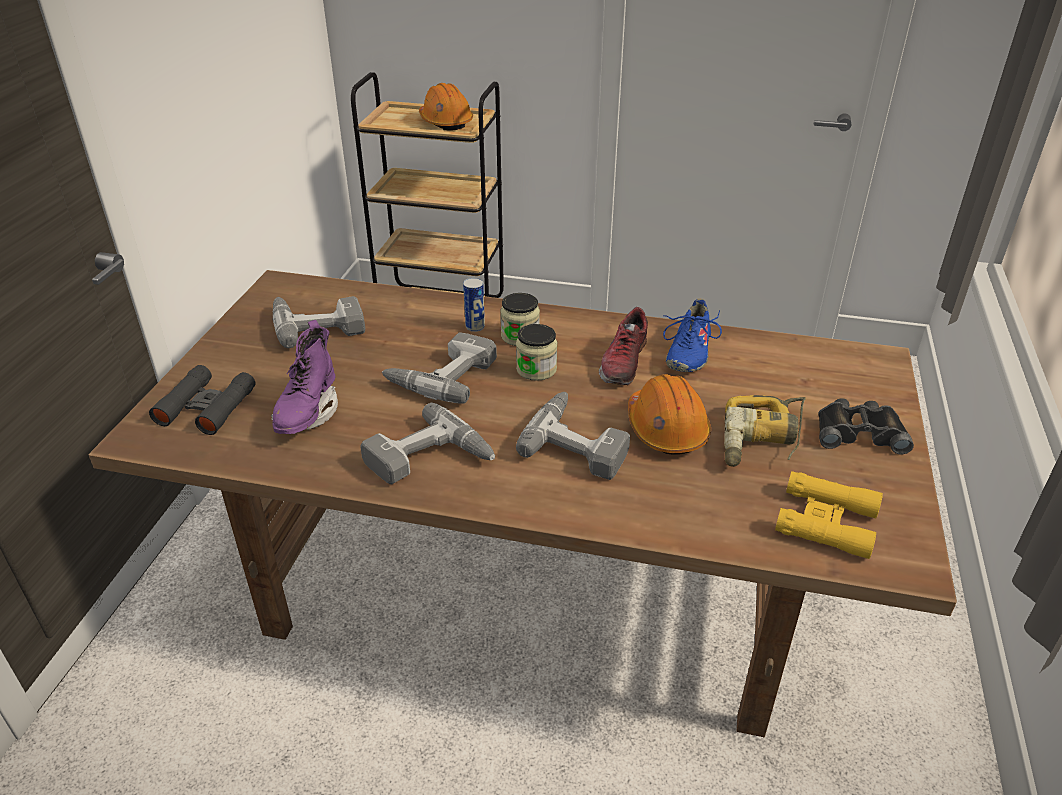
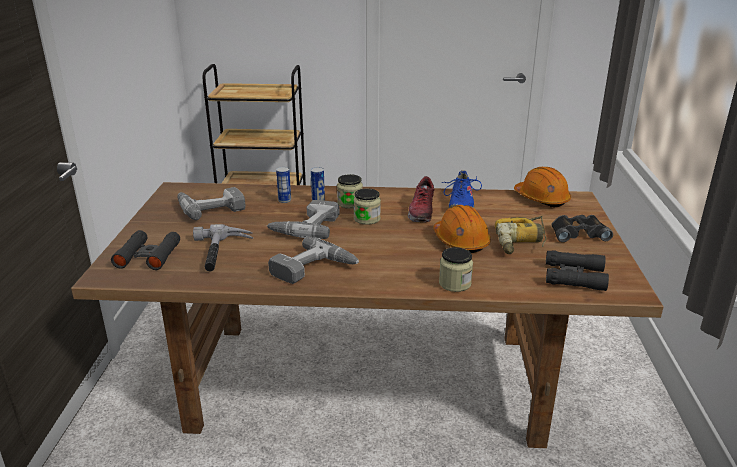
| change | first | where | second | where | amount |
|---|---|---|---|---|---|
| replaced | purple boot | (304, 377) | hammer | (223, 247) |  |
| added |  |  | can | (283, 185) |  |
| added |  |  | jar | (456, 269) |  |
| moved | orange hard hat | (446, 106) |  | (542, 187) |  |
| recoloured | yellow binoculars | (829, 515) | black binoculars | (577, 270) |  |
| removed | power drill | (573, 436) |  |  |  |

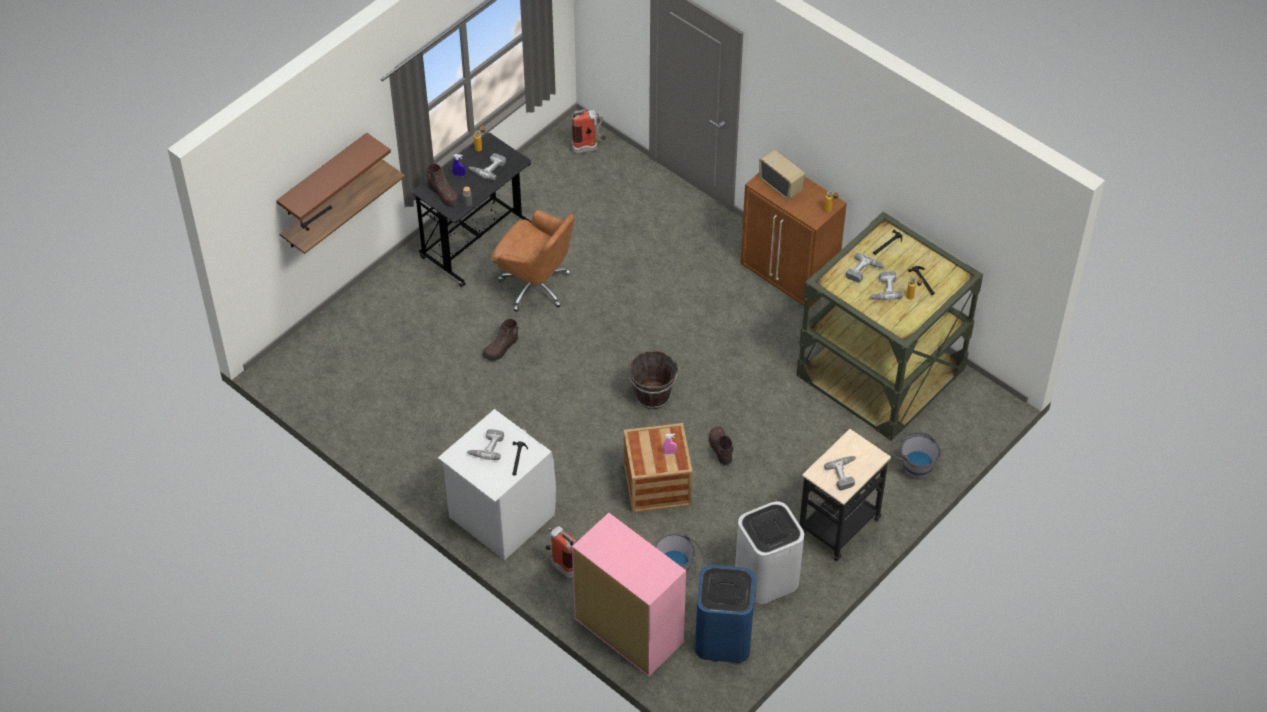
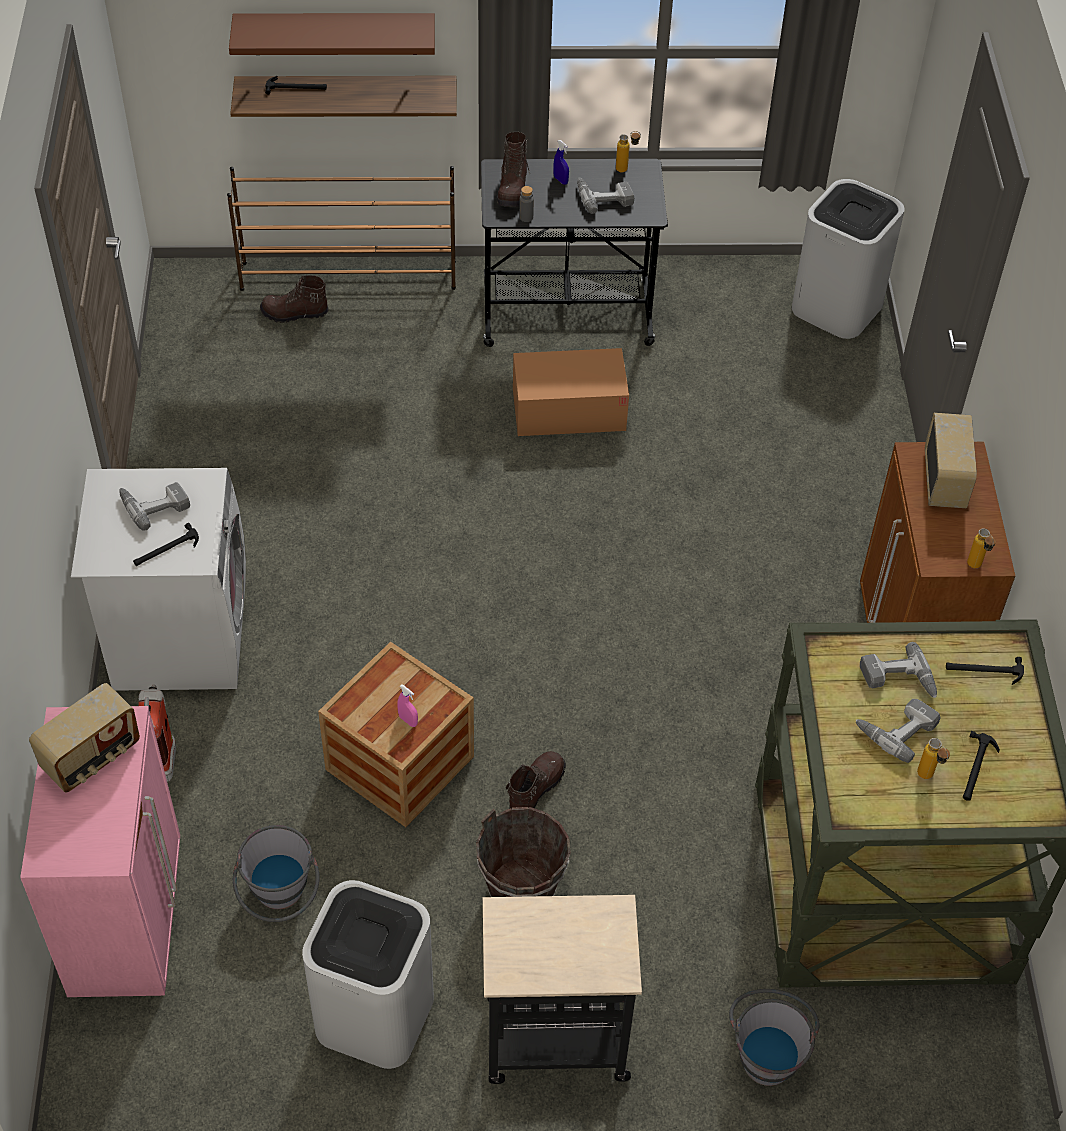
| change | first | where | second | where | amount |
|---|---|---|---|---|---|
| added |  |  | radio | (84, 738) |  |
| added |  |  | brown shoe rack | (341, 228) |  |
| moved | brown boot | (500, 340) |  | (294, 299) |  |
| moved | brown bucket | (653, 379) |  | (523, 852) |  |
| replaced | brown office chair | (533, 260) | cardboard box | (571, 392) |  |
| replaced | fire extinguisher | (589, 131) | white trash can | (848, 259) |  |
| removed | blue trash can | (725, 614) |  |  |  |
| removed | power drill | (840, 473) |  |  |  |

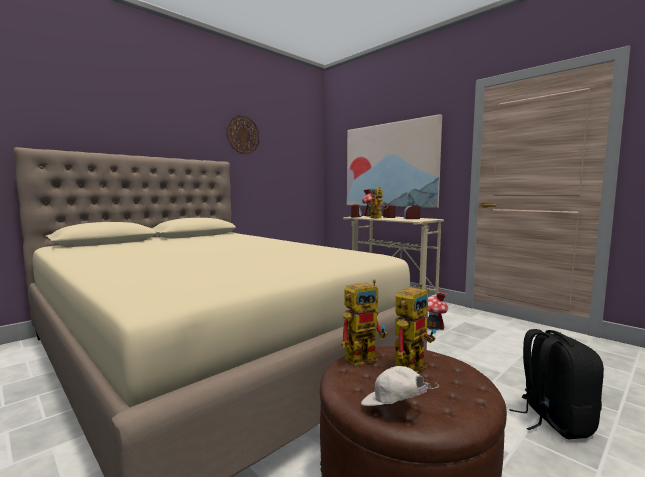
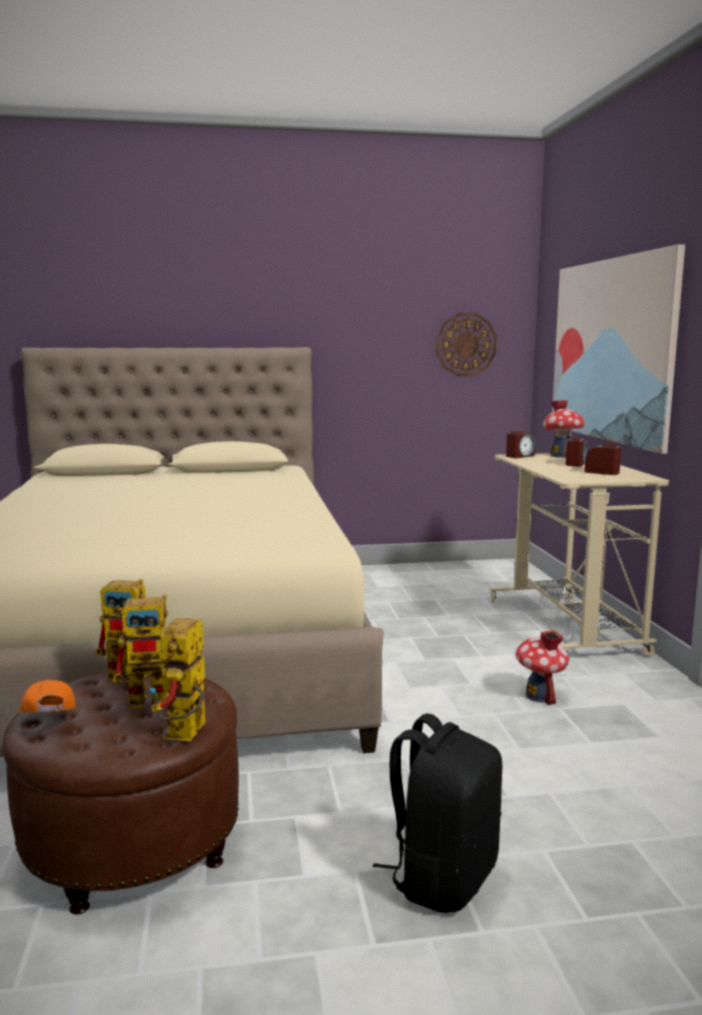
| change | first | where | second | where | amount |
|---|---|---|---|---|---|
| recoloured | white cap | (400, 386) | orange cap | (47, 696) |  |
| moved | toy robot | (379, 203) |  | (178, 679) |  |
| moved | wall clock | (243, 134) |  | (466, 344) |  |

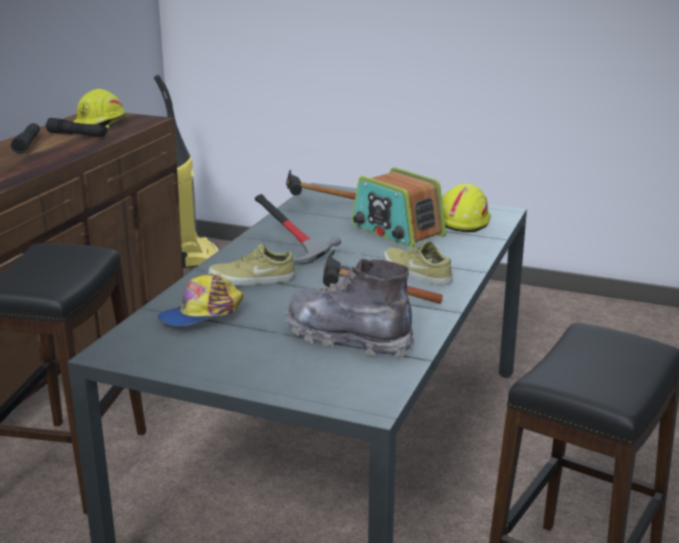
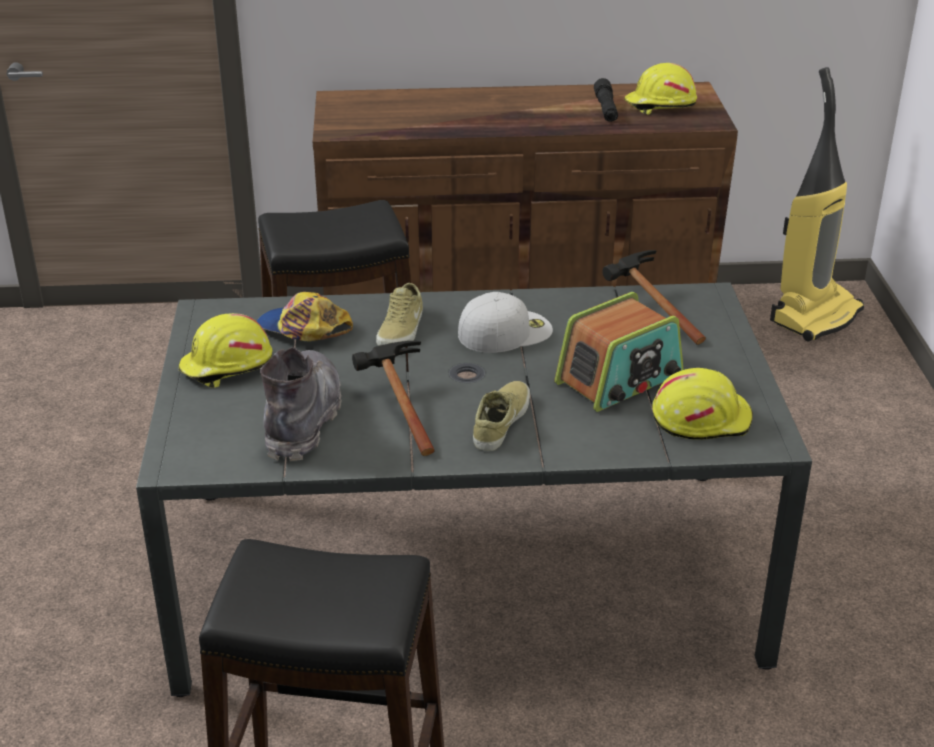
| change | first | where | second | where | amount |
|---|---|---|---|---|---|
| added |  |  | yellow hard hat | (226, 350) |  |
| turned | beige shoe | (252, 264) |  | (399, 314) | 135 degrees counterclockwise |
| replaced | hammer | (298, 229) | white cap | (505, 322) |  |
| turned | radio | (398, 207) |  | (618, 352) | 150 degrees counterclockwise |
| removed | black flashlight | (25, 138) |  |  |  |

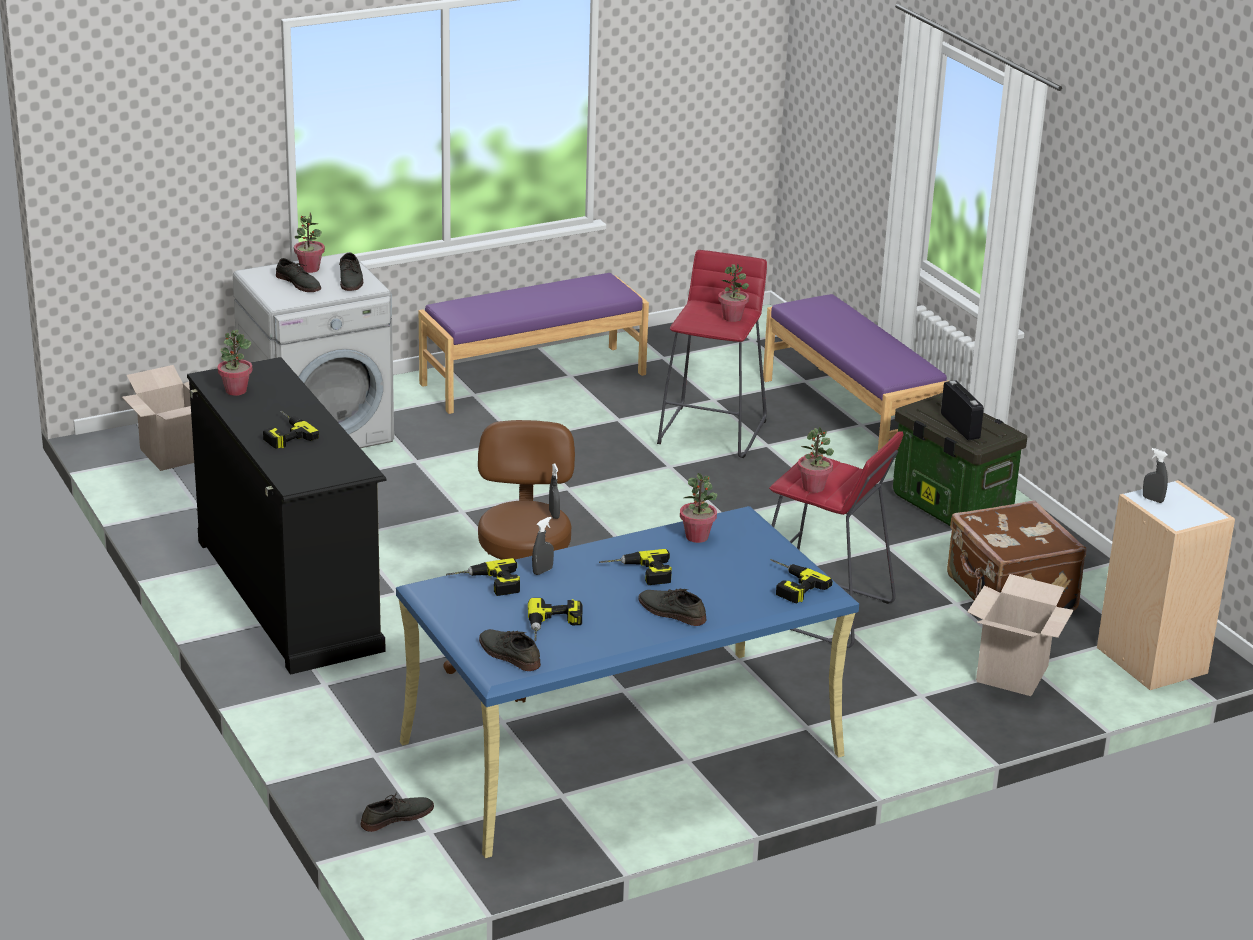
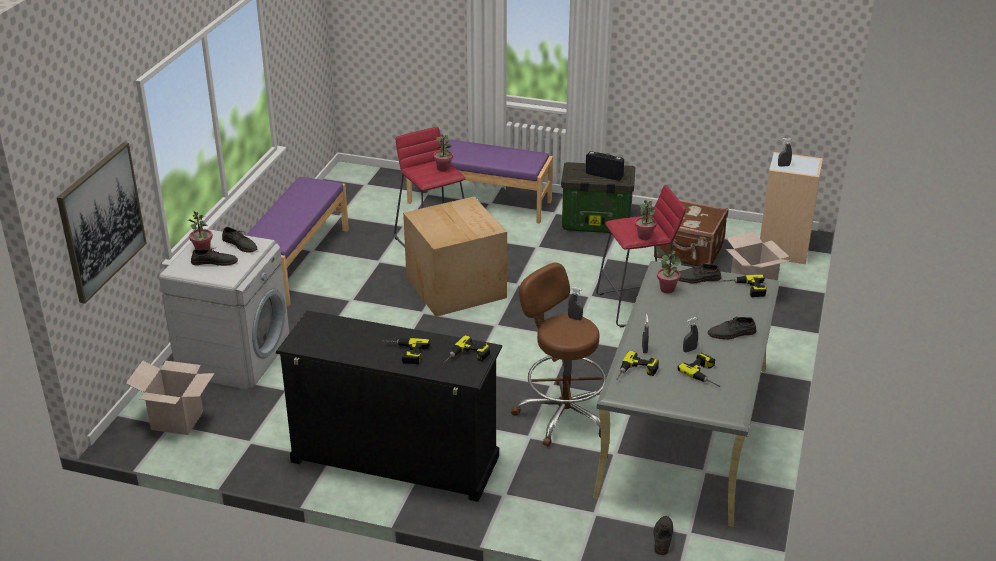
| change | first | where | second | where | amount |
|---|---|---|---|---|---|
| added |  |  | picture | (102, 223) |  |
| added |  |  | cardboard box | (455, 257) |  |
| moved | power drill | (635, 567) |  | (466, 349) |  |
| recoloured | blue desk | (627, 682) | grey desk | (686, 394) |  |
| moved | grey shoe | (510, 650) |  | (700, 273) |  |
| added |  |  | grey spray bottle | (690, 334) |  |
| removed | potted plant | (235, 363) |  |  |  |

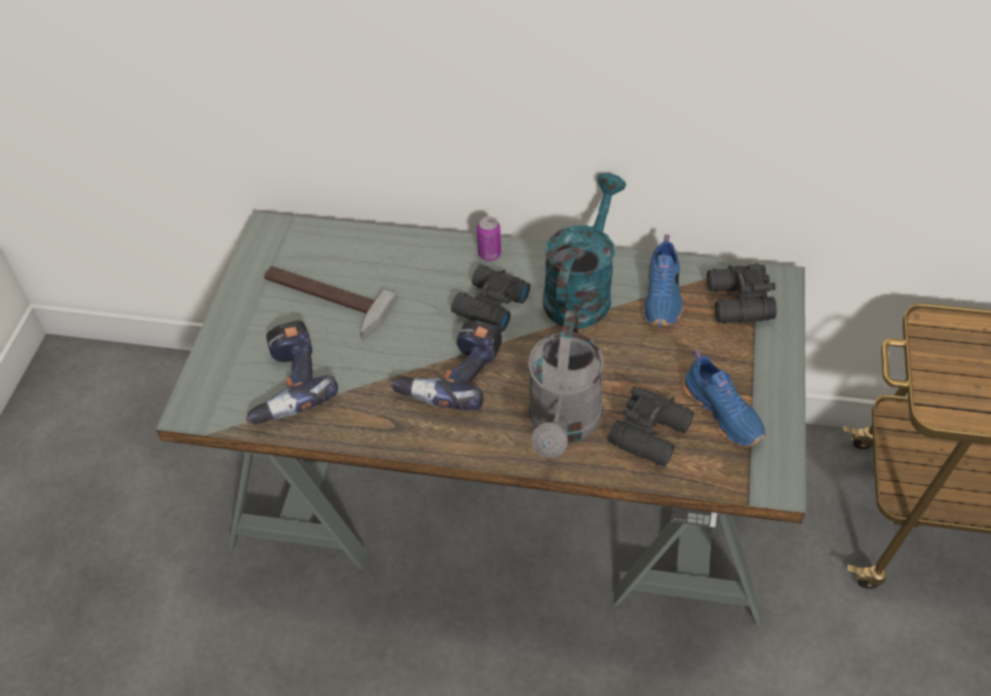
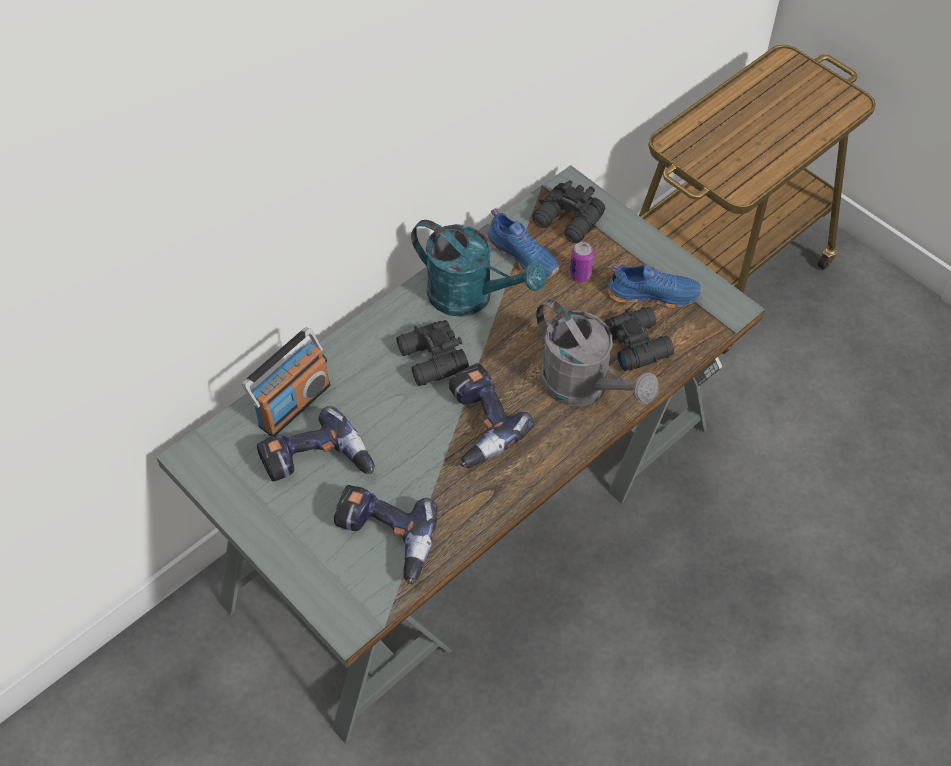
| change | first | where | second | where | amount |
|---|---|---|---|---|---|
| added |  |  | radio | (286, 382) |  |
| replaced | hammer | (331, 303) | power drill | (316, 444) |  |
| turned | turquoise watering can | (584, 250) |  | (478, 268) | 150 degrees clockwise |
| moved | can | (489, 238) |  | (582, 262) |  |

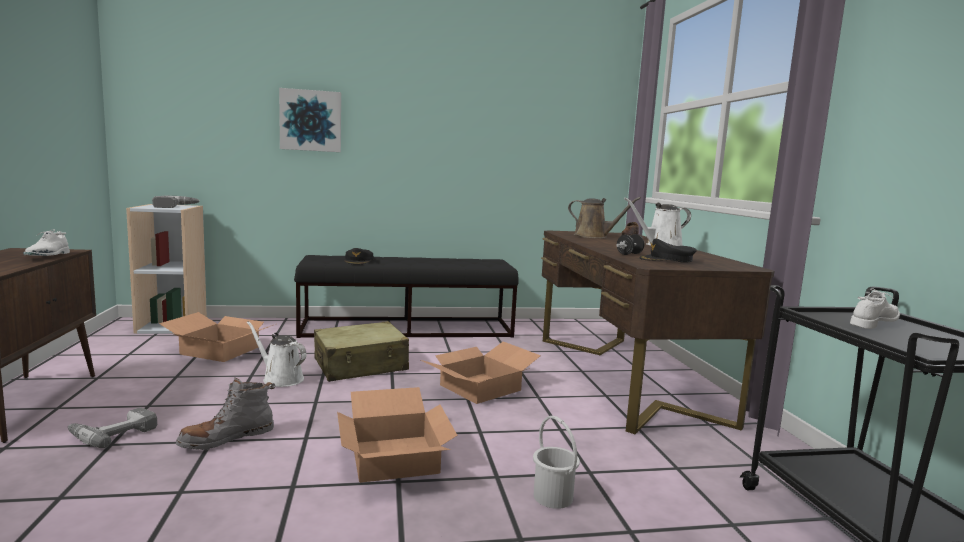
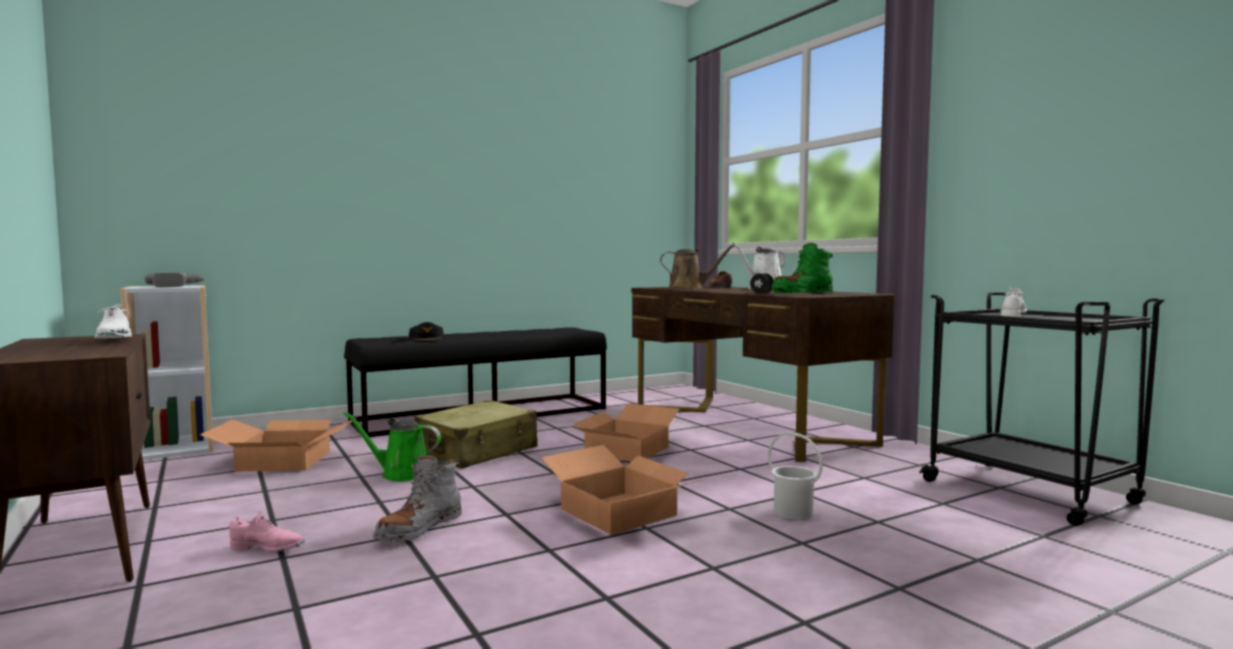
| change | first | where | second | where | amount |
|---|---|---|---|---|---|
| replaced | power drill | (112, 427) | pink shoe | (267, 531) |  |
| recoloured | white watering can | (277, 354) | green watering can | (392, 446) |  |
| replaced | black cap | (668, 250) | green boot | (802, 268) |  |
| removed | picture | (310, 120) |  |  |  |

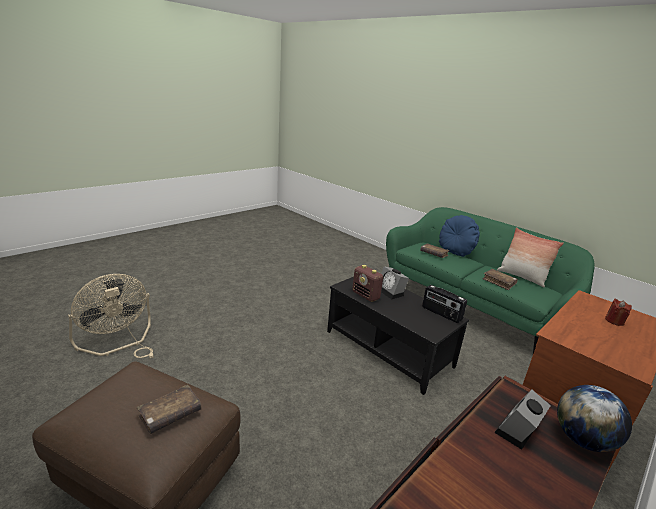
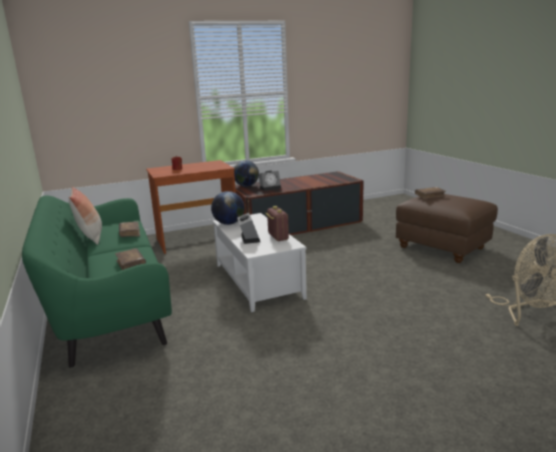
| change | first | where | second | where | amount |
|---|---|---|---|---|---|
| replaced | radio | (444, 304) | globe | (228, 208) |  |
| recoloured | black coffee table | (398, 336) | white coffee table | (260, 262) |  |
| removed | blue pillow | (459, 236) |  |  |  |

